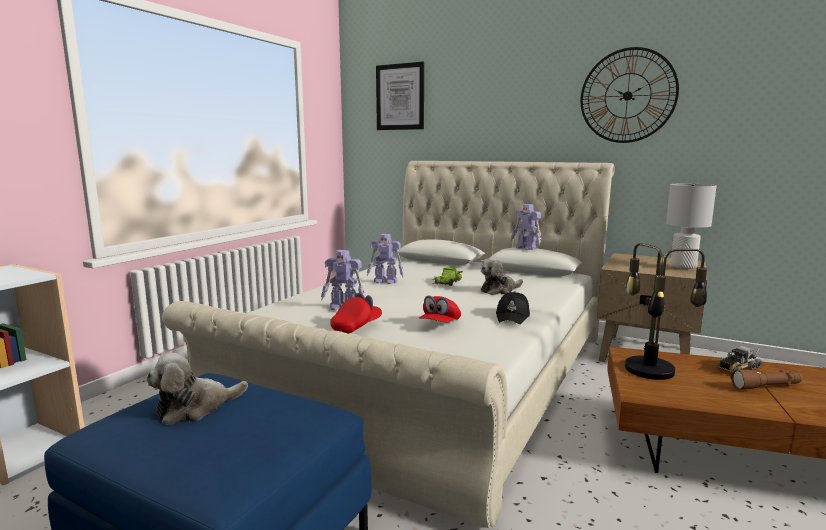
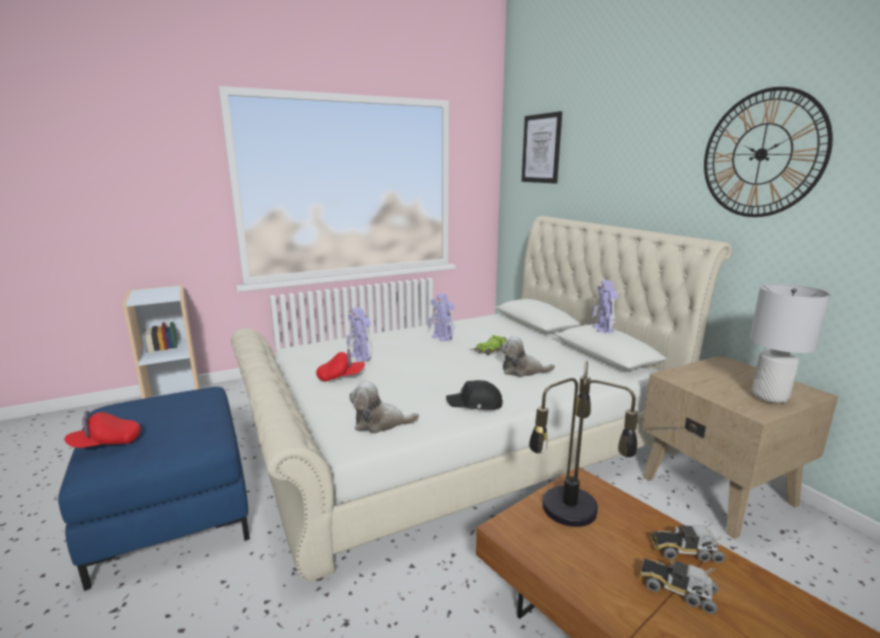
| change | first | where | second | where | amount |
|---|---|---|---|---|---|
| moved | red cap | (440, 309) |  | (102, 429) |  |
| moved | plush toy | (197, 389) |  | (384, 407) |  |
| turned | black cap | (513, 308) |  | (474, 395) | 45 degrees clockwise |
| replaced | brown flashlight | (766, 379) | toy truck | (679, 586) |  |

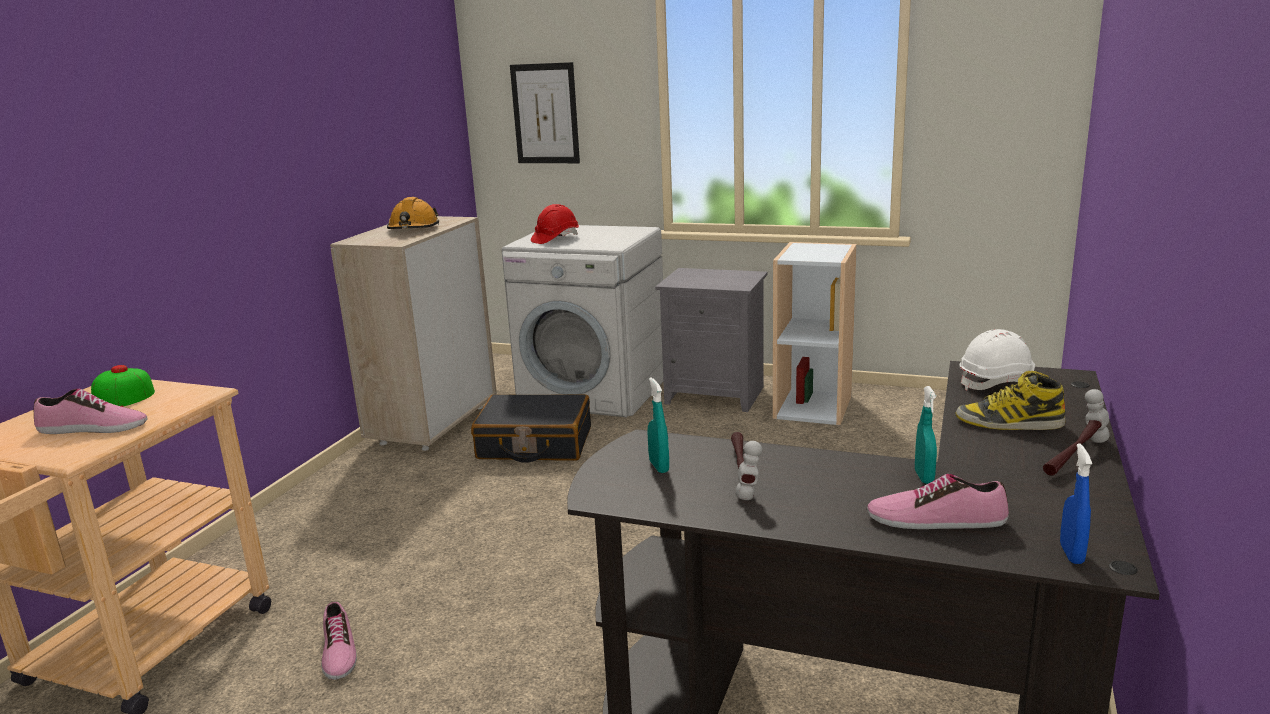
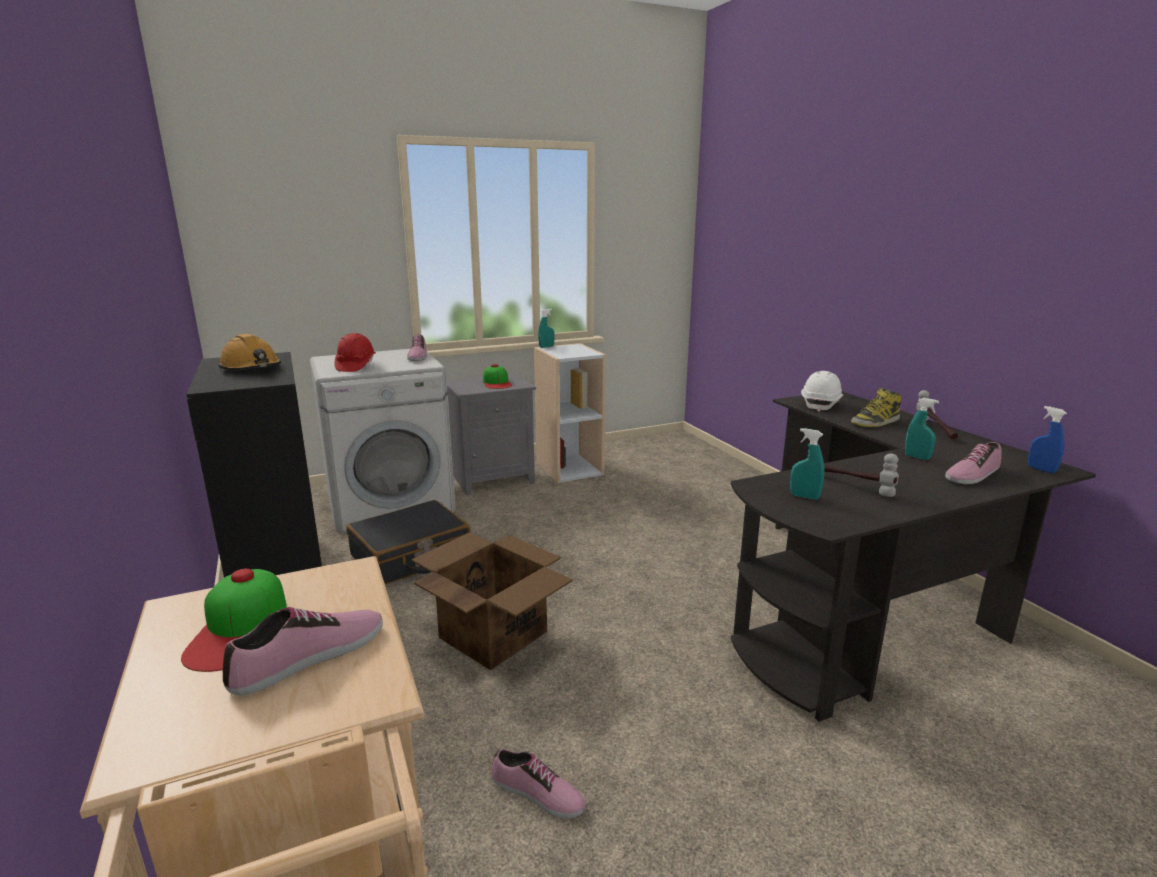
| change | first | where | second | where | amount |
|---|---|---|---|---|---|
| recoloured | beige cabinet | (413, 333) | black cabinet | (254, 465) |  |
| added |  |  | shoe | (417, 347) |  |
| added |  |  | cardboard box | (492, 601) |  |
| added |  |  | cap | (497, 376) |  |
| added |  |  | turquoise spray bottle | (546, 328) |  |
| removed | picture | (545, 112) |  |  |  |

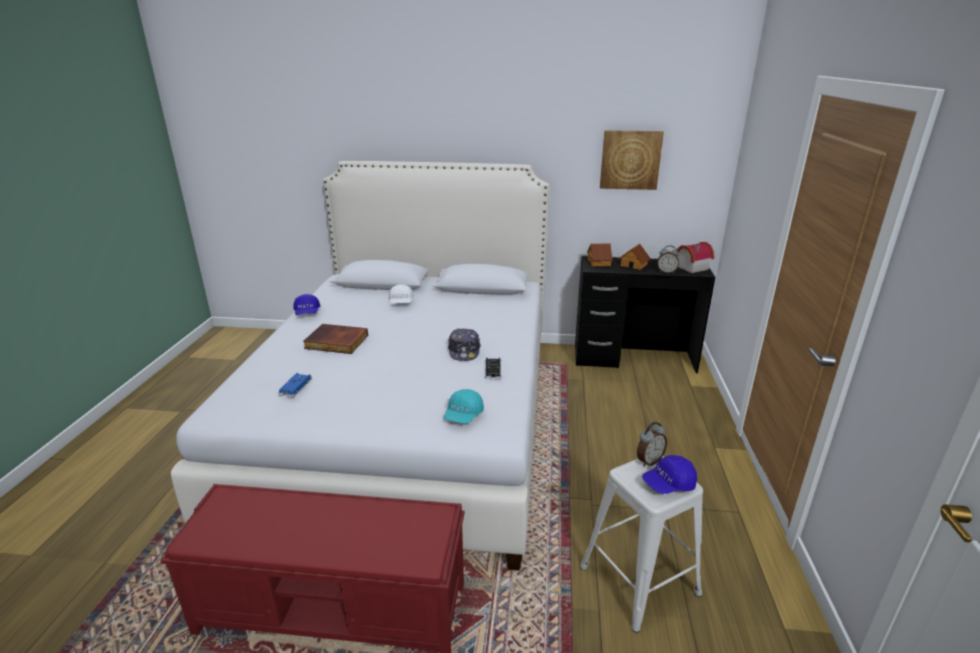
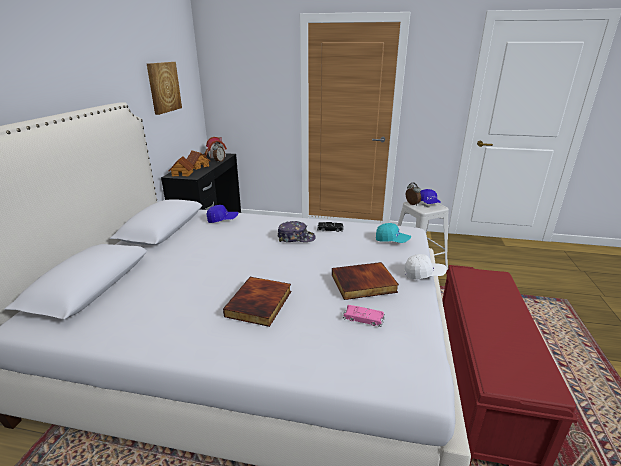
| change | first | where | second | where | amount |
|---|---|---|---|---|---|
| moved | blue cap | (306, 304) |  | (222, 214) |  |
| added |  |  | book | (365, 281) |  |
| recoloured | blue toy car | (295, 385) | pink toy car | (364, 316) |  |
| moved | white cap | (401, 294) |  | (425, 266) |  |

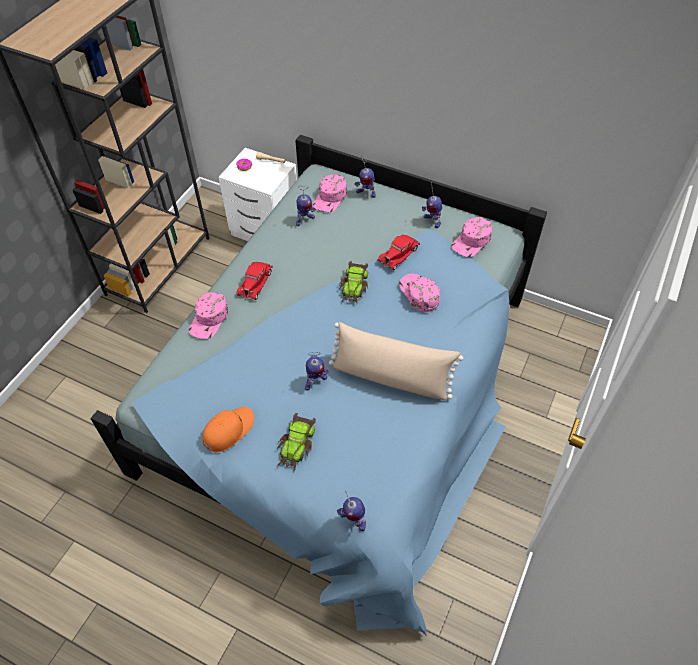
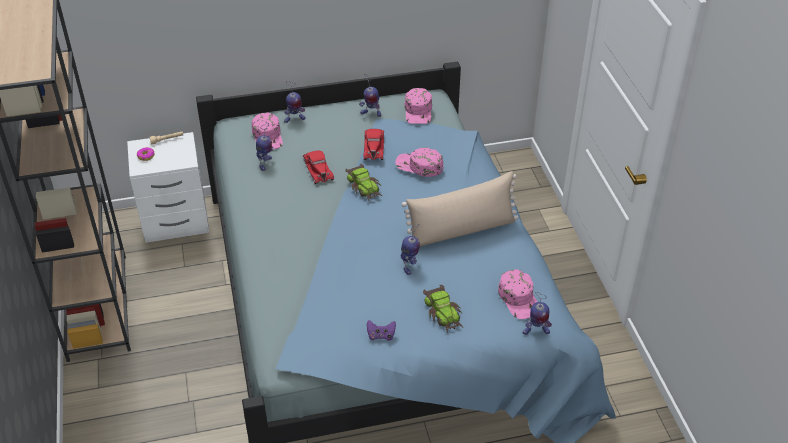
| change | first | where | second | where | amount |
|---|---|---|---|---|---|
| moved | red toy car | (254, 281) |  | (318, 167) |  |
| replaced | orange cap | (228, 429) | purple game controller | (381, 330) |  |
| moved | pink cap | (208, 315) |  | (517, 294) |  |

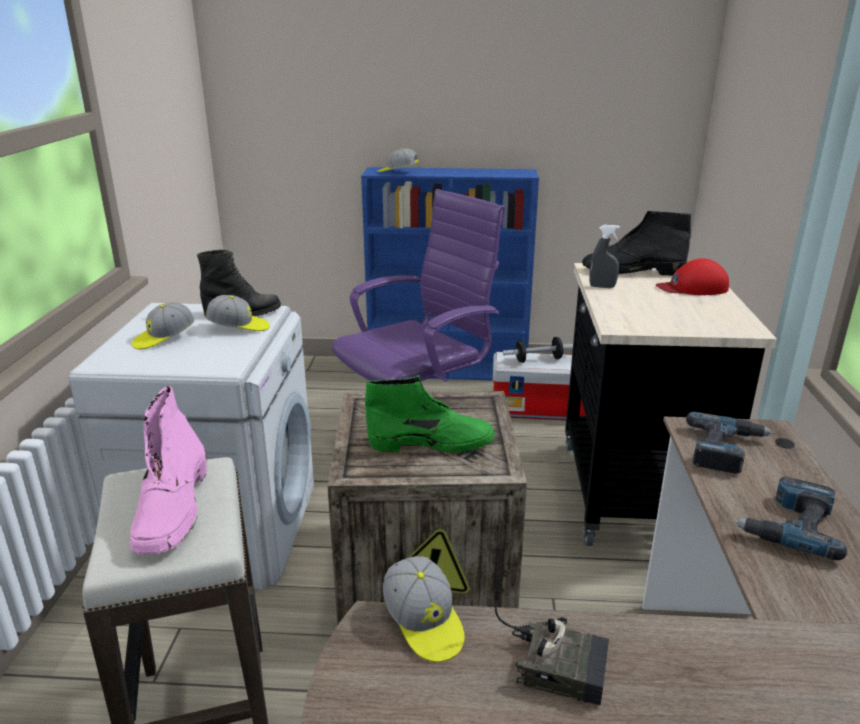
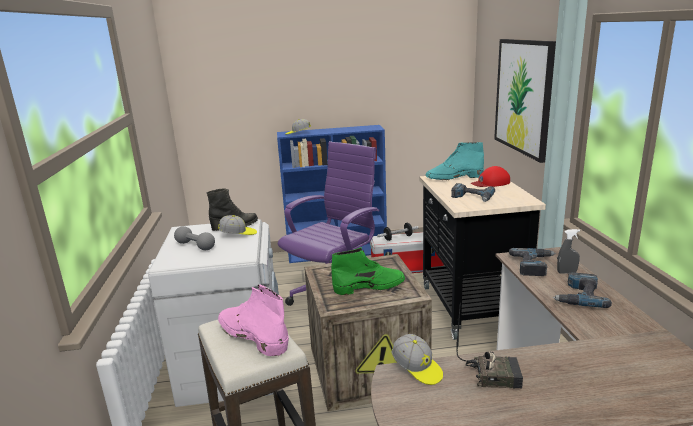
| change | first | where | second | where | amount |
|---|---|---|---|---|---|
| replaced | cap | (163, 326) | grey dumbbell | (194, 238) |  |
| turned | pink boot | (168, 470) |  | (253, 320) | 150 degrees clockwise |
| recoloured | black boot | (636, 243) | turquoise boot | (455, 161) |  |
| added |  |  | power drill | (473, 192) |  |
| added |  |  | picture | (525, 101) |  |
| moved | grey spray bottle | (604, 256) |  | (568, 251) |  |

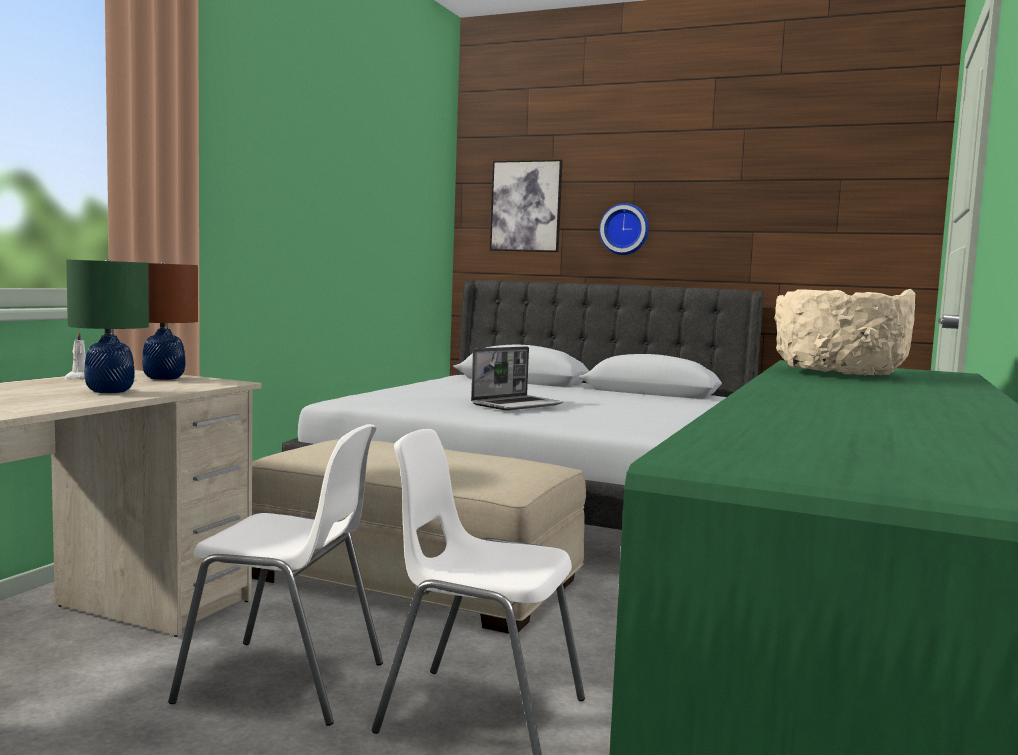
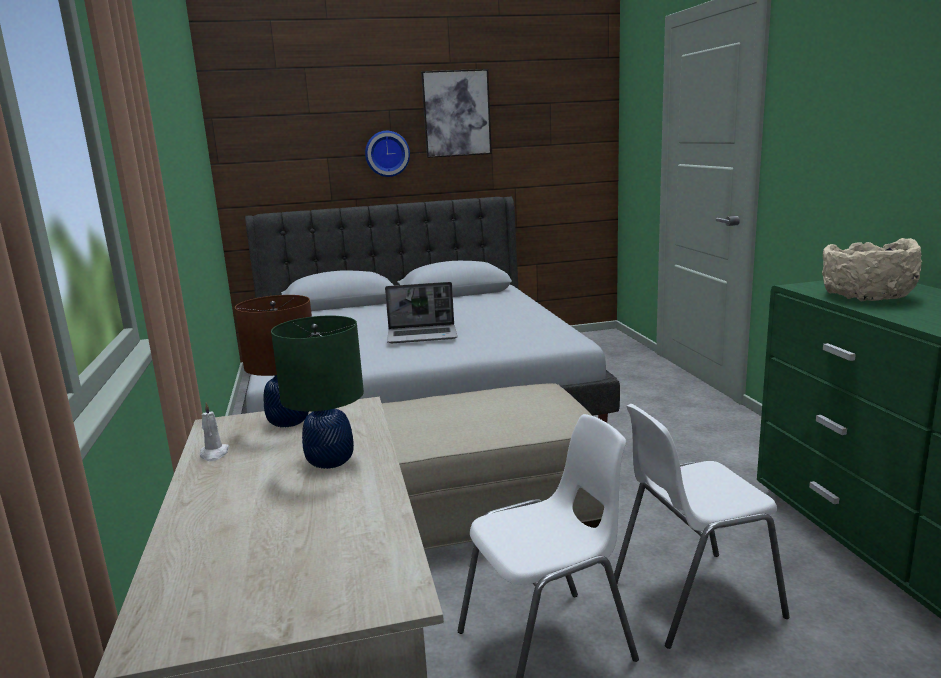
| change | first | where | second | where | amount |
|---|---|---|---|---|---|
| turned | laptop | (517, 378) |  | (421, 312) | 75 degrees clockwise |
| moved | picture | (526, 205) |  | (456, 113) |  |

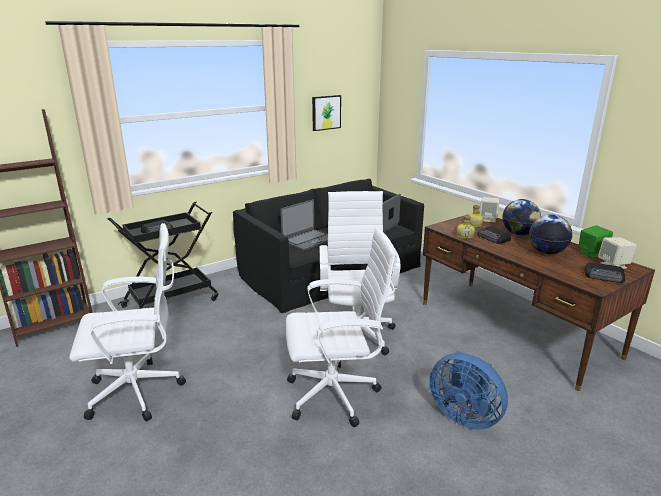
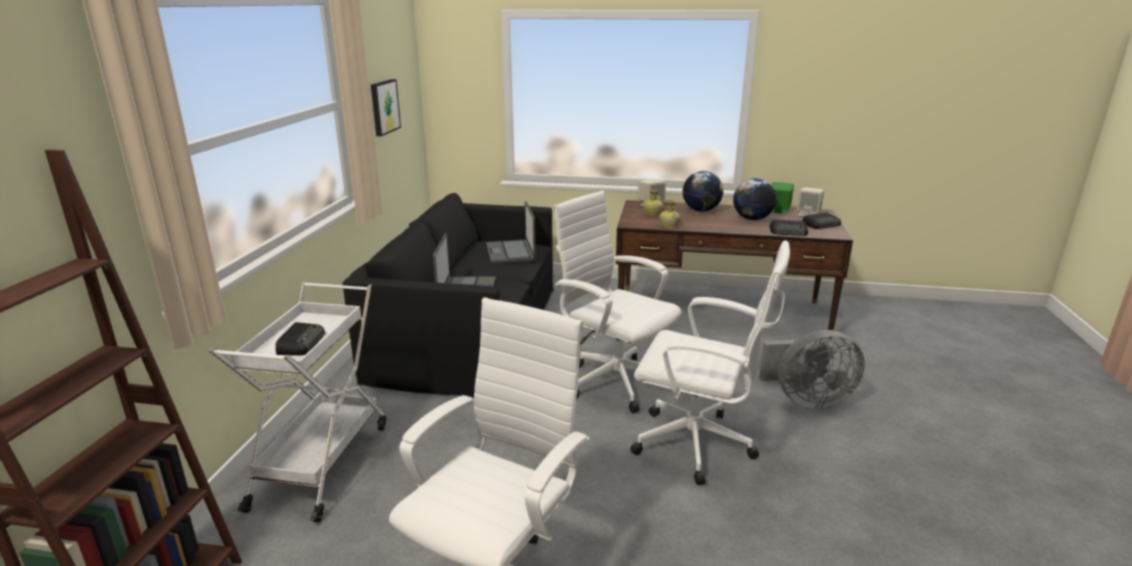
| change | first | where | second | where | amount |
|---|---|---|---|---|---|
| recoloured | black cart | (162, 255) | white cart | (298, 400) |  |
| turned | white office chair | (341, 327) |  | (710, 362) | 75 degrees clockwise |
| recoloured | blue fan | (468, 390) | grey fan | (812, 369) |  |
| moved | radio | (494, 235) |  | (789, 228) |  |

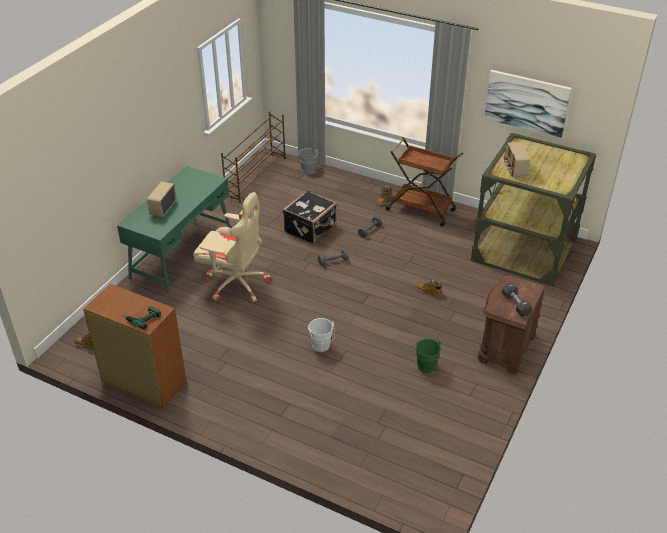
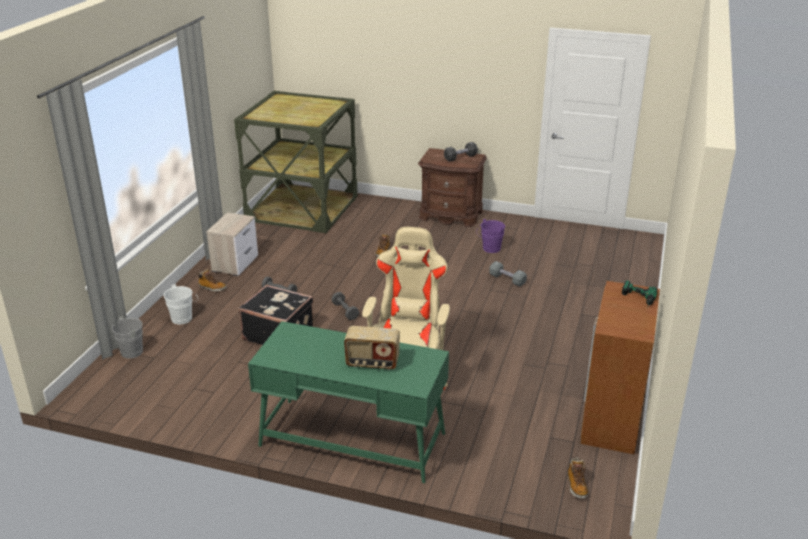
| change | first | where | second | where | amount |
|---|---|---|---|---|---|
| moved | white bucket | (321, 335) |  | (181, 304) |  |
| replaced | brown cart | (423, 182) | nightstand | (232, 244) |  |
| recoloured | green bucket | (426, 356) | purple bucket | (490, 236) |  |
| added |  |  | grey dumbbell | (508, 273) |  |
| removed | brown shoe rack | (253, 157) |  |  |  |
| removed | picture | (528, 104) |  |  |  |
| removed | radio | (517, 159) |  |  |  |

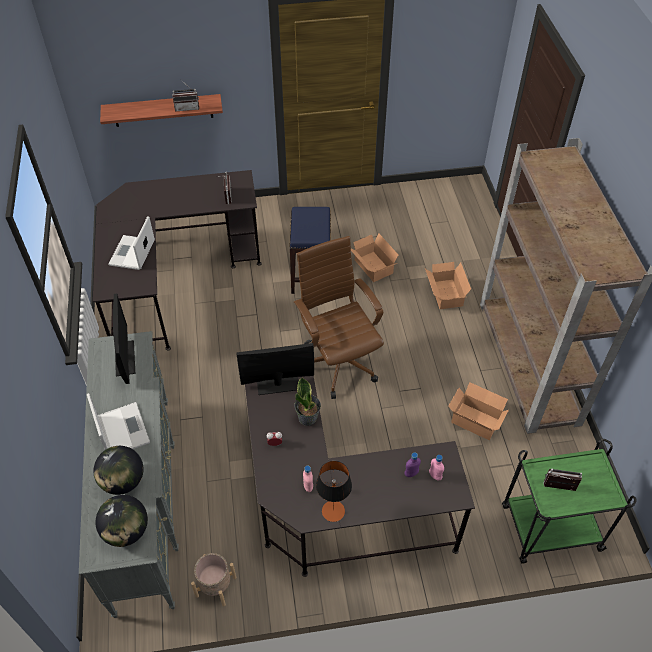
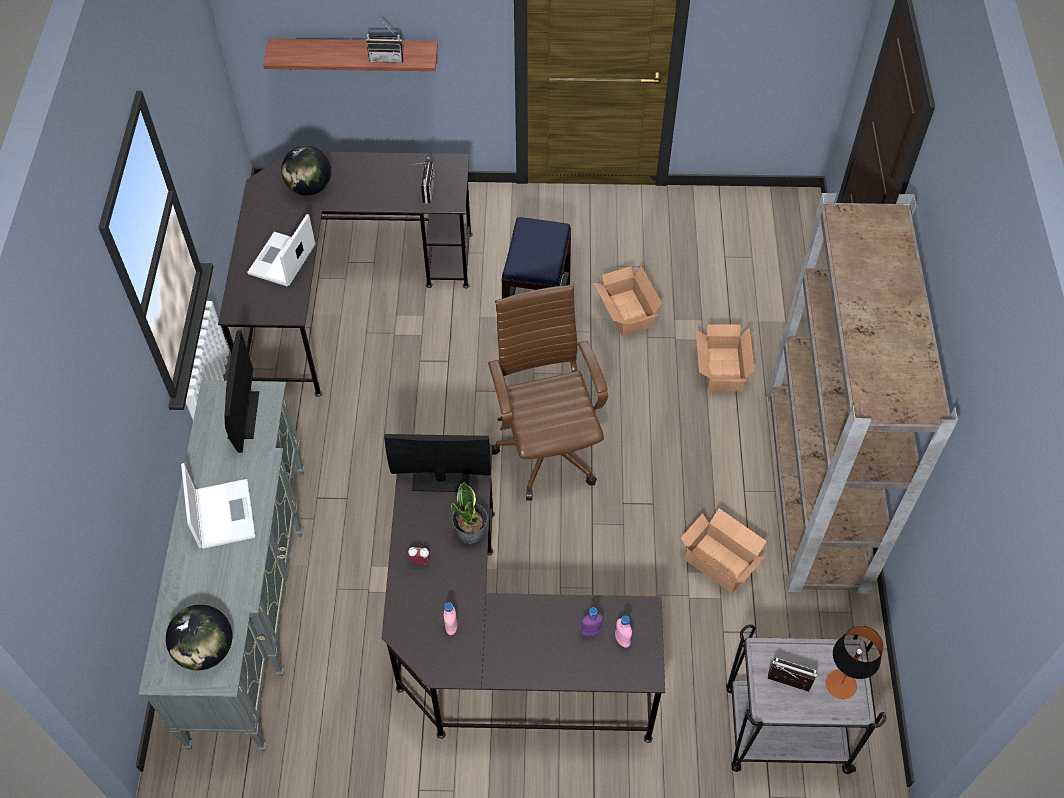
| change | first | where | second | where | amount |
|---|---|---|---|---|---|
| moved | globe | (118, 470) |  | (306, 171) |  |
| recoloured | green cart | (569, 501) | grey cart | (806, 699) |  |
| moved | table lamp | (334, 491) |  | (854, 662) |  |
| removed | beige planter | (213, 579) |  |  |  |

